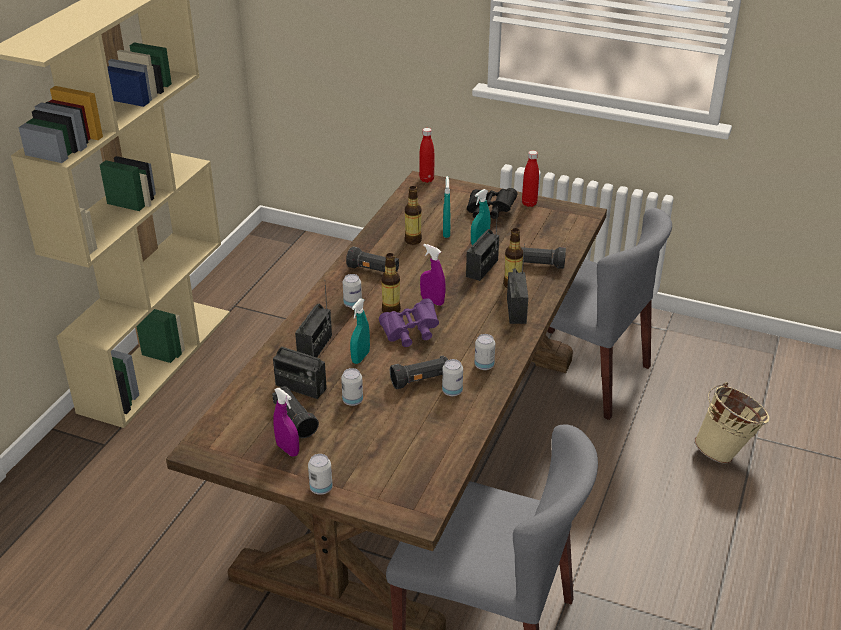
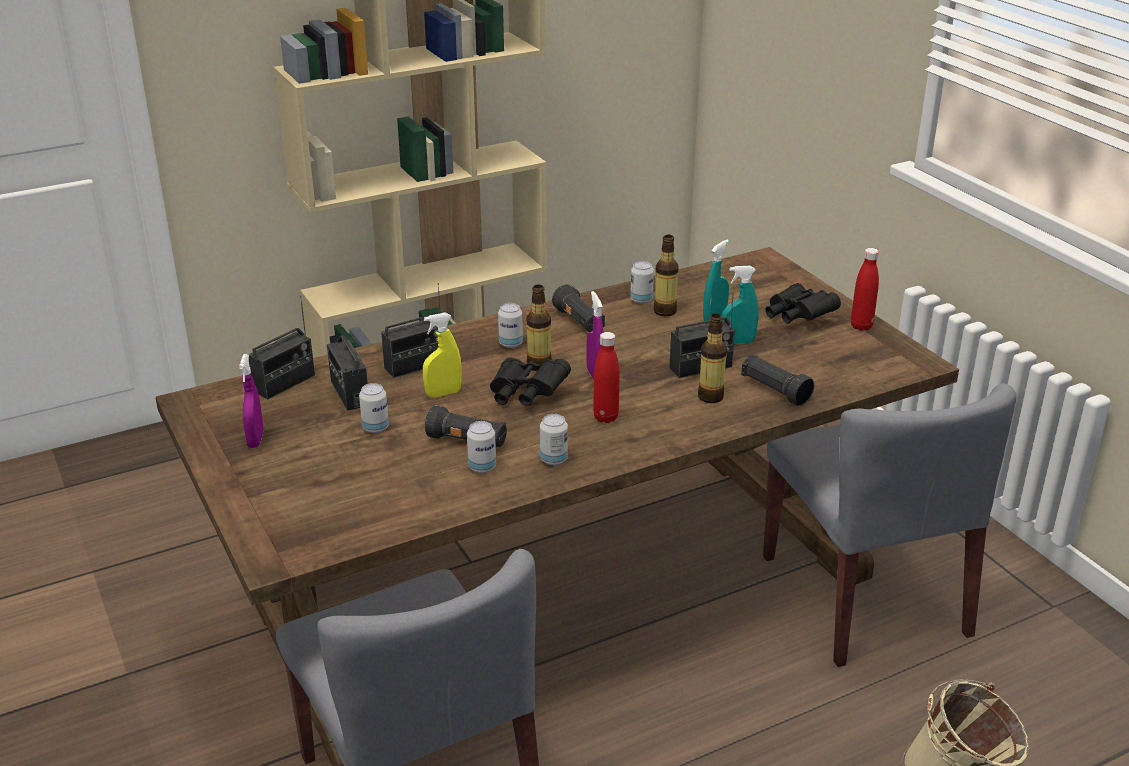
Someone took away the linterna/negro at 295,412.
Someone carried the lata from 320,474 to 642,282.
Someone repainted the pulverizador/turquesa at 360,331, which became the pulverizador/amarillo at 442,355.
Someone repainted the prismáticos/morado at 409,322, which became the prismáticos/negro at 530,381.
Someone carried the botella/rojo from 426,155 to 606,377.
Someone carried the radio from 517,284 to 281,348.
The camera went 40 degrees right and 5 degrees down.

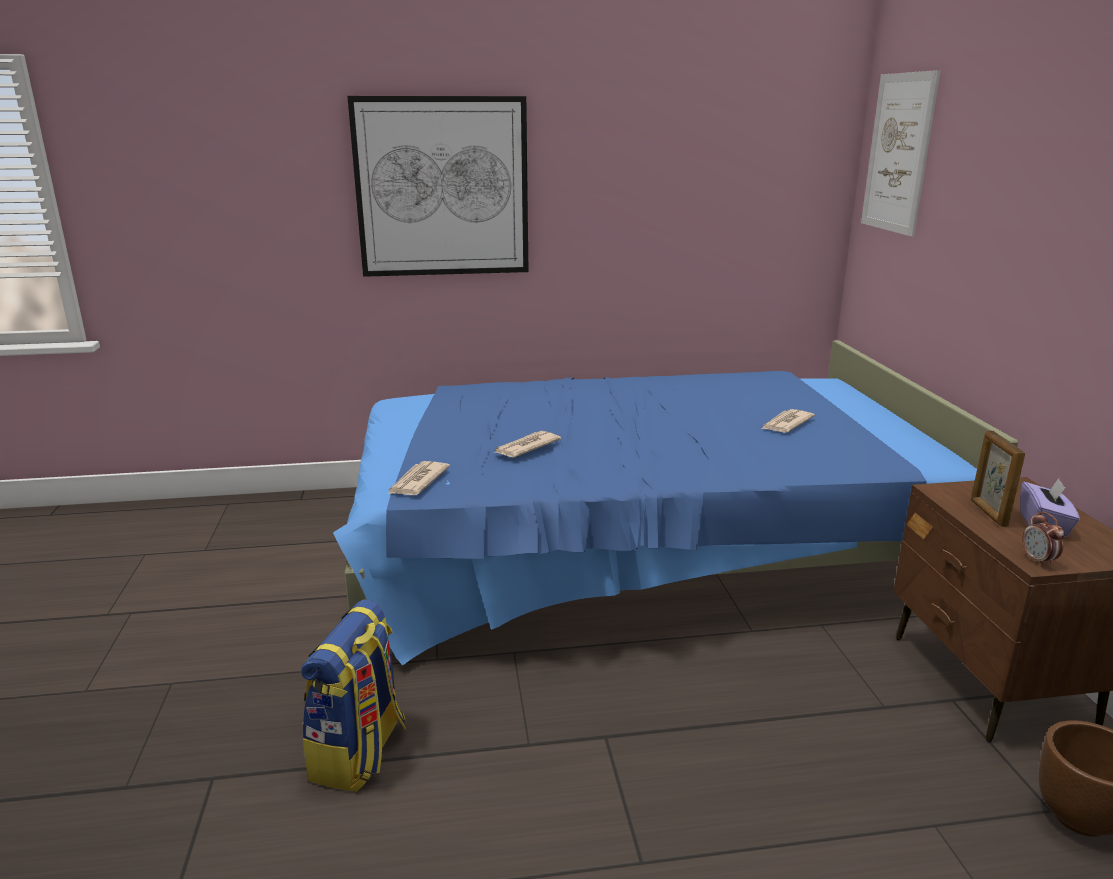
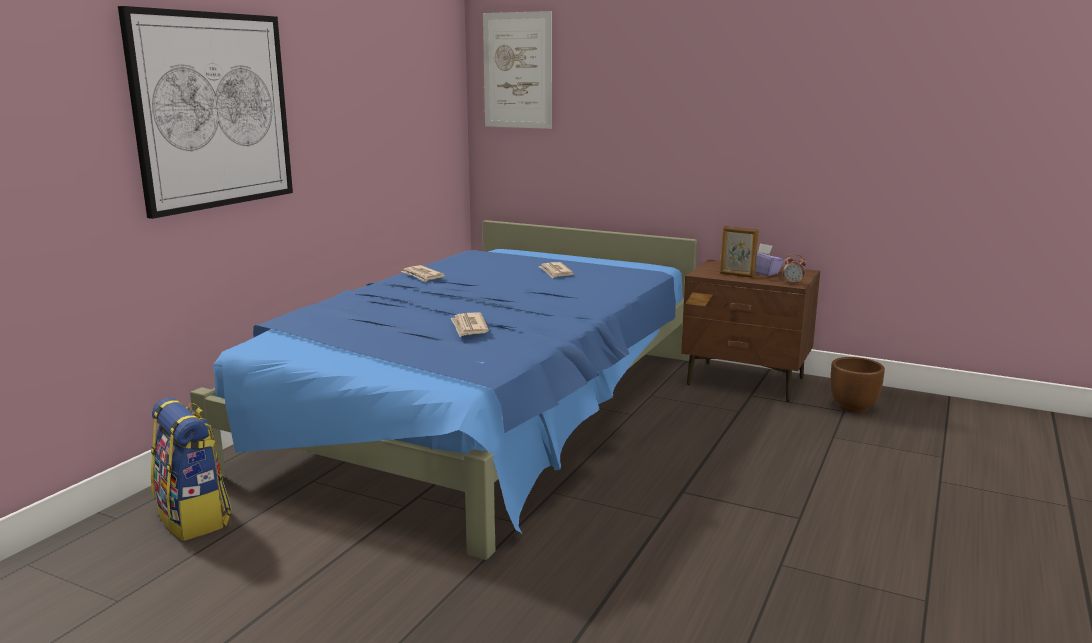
Someone carried the mochila from 353,695 to 191,469.
Someone carried the periódico from 419,478 to 423,273.
The camera went 55 degrees left and 5 degrees down.

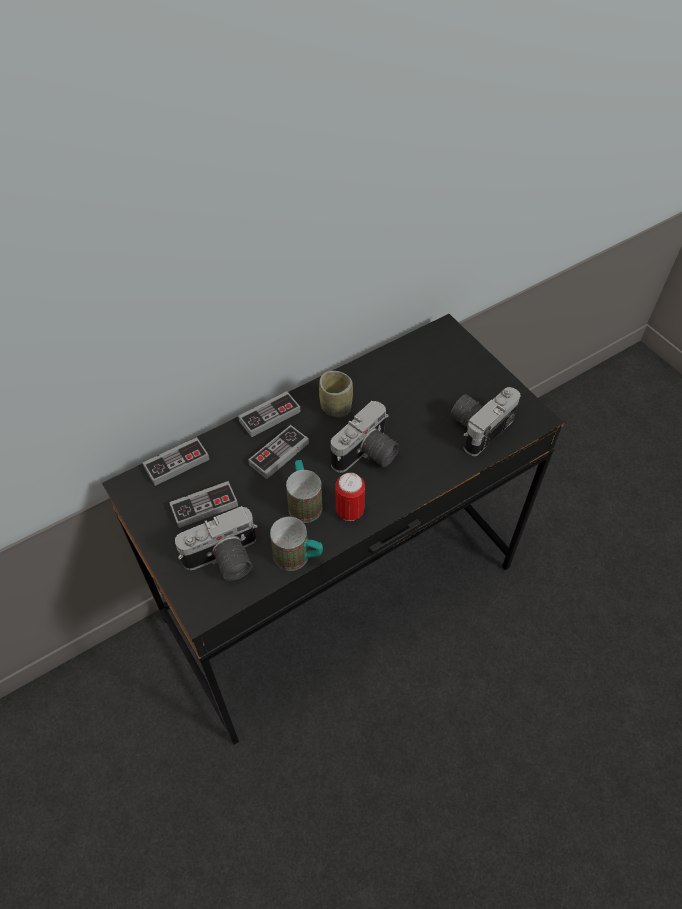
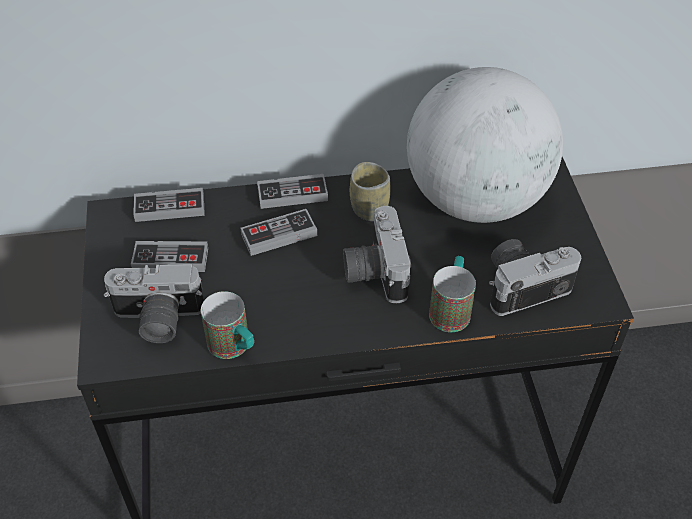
Someone carried the taza grande from 304,491 to 452,294.
Someone rotated the cámara at 365,437 by 105 degrees clockwise.
Someone took away the lata at 350,496.
Someone put down the globo terráqueo at 485,145.
The camera went 25 degrees right and 5 degrees down.

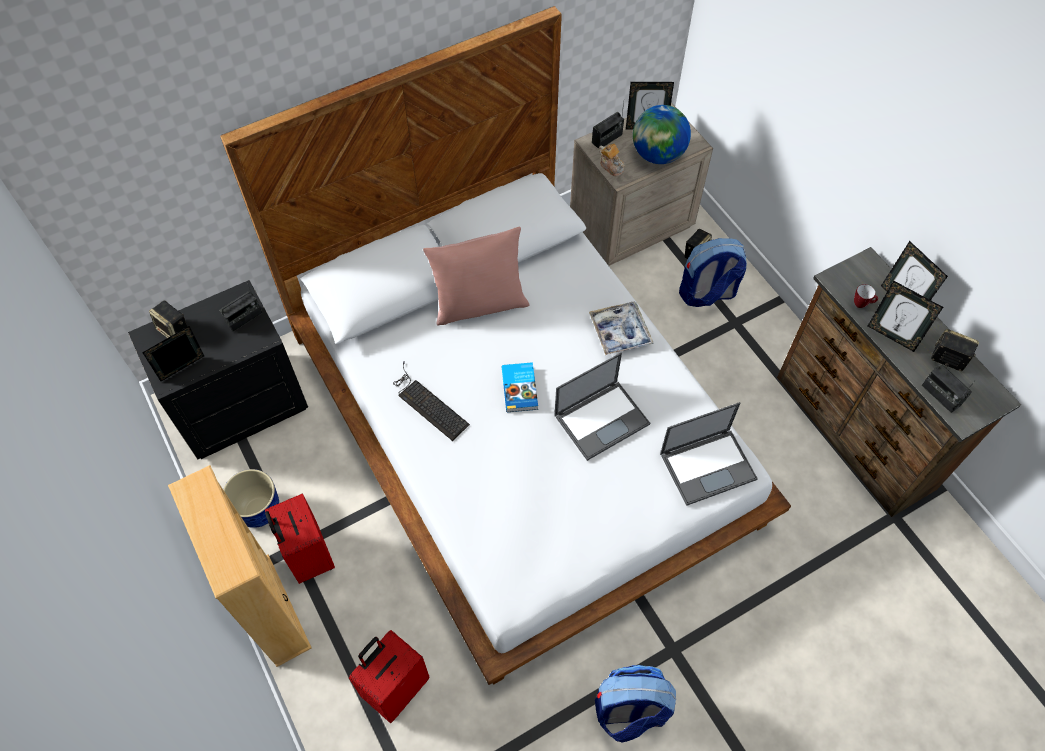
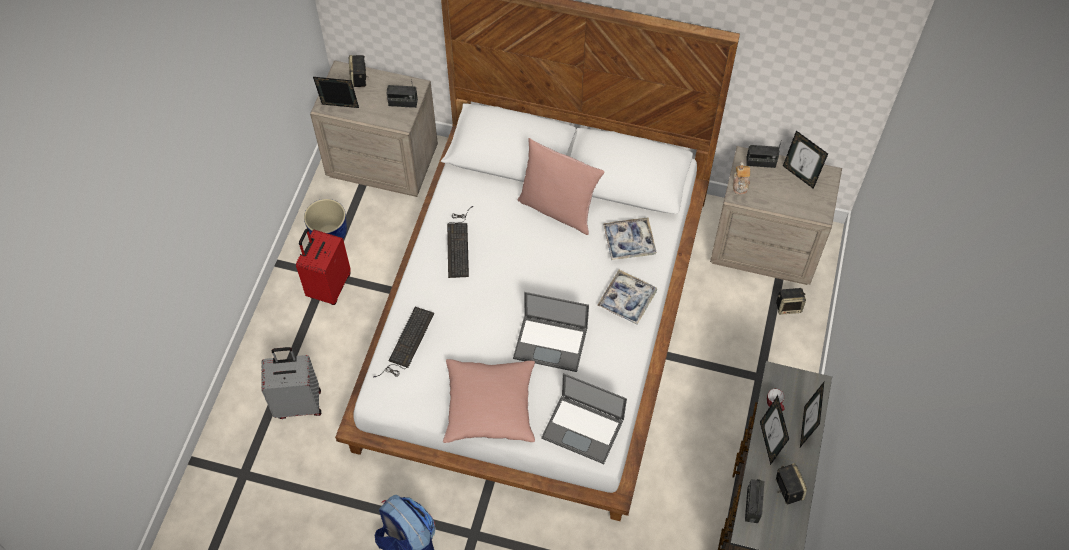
Someone repainted the mesita de noche/negro at 218,369, which became the mesita de noche/beis at 374,128.
Someone took away the estantería/beis at 240,566.
Someone repainted the maleta/rojo at 389,676, which became the maleta/gris at 291,383.
Someone took away the libro at 520,387.
Someone took away the globo terráqueo at 662,134.
Someone took away the mochila at 713,272.
Someone put down the teclado at 403,342.
Someone put down the cojín/rosa at 489,401.
Someone put down the bandeja at 630,238.
The camera went 45 degrees right and 0 degrees up.

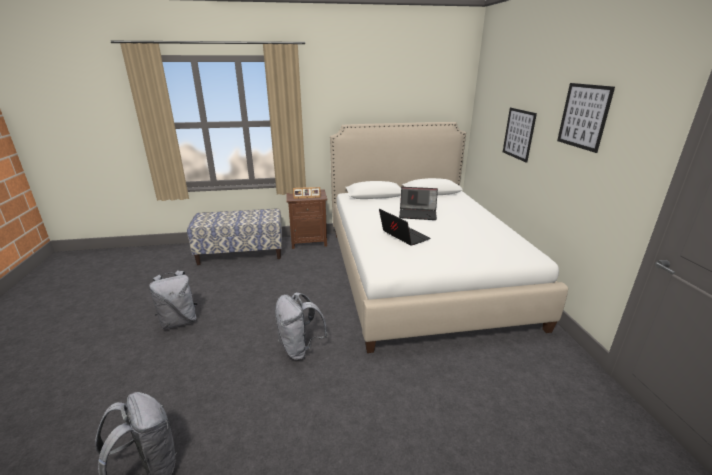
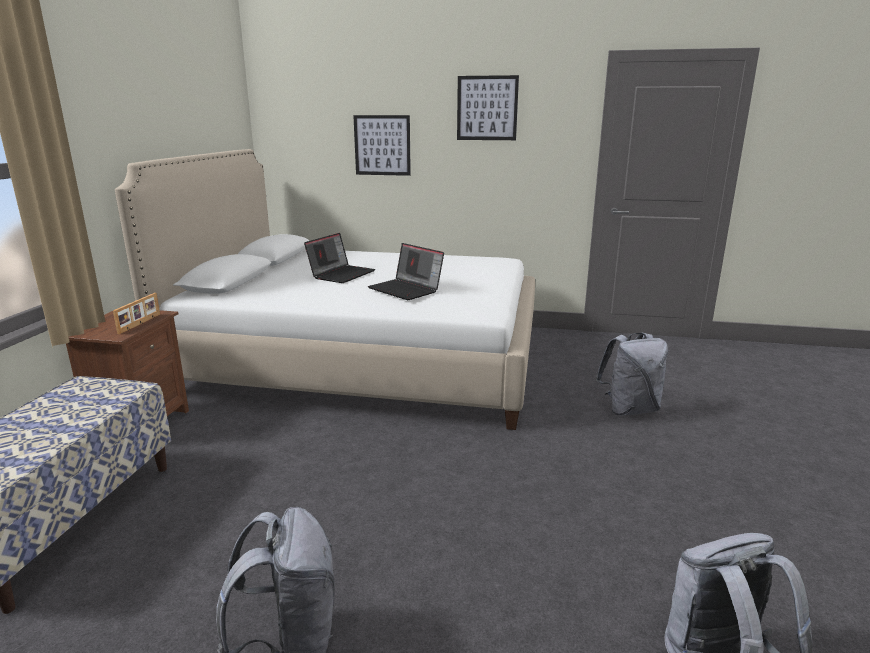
Someone carried the mochila/gris from 301,326 to 631,373.
Someone rotated the portátil at 404,227 by 120 degrees counterclockwise.
The camera went 70 degrees left and 5 degrees down.

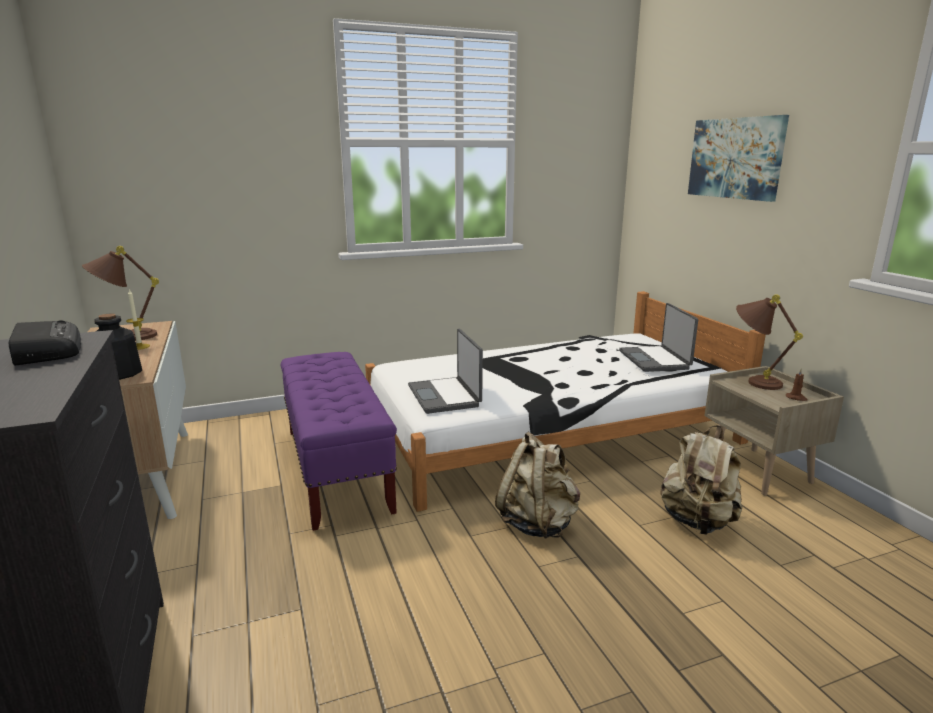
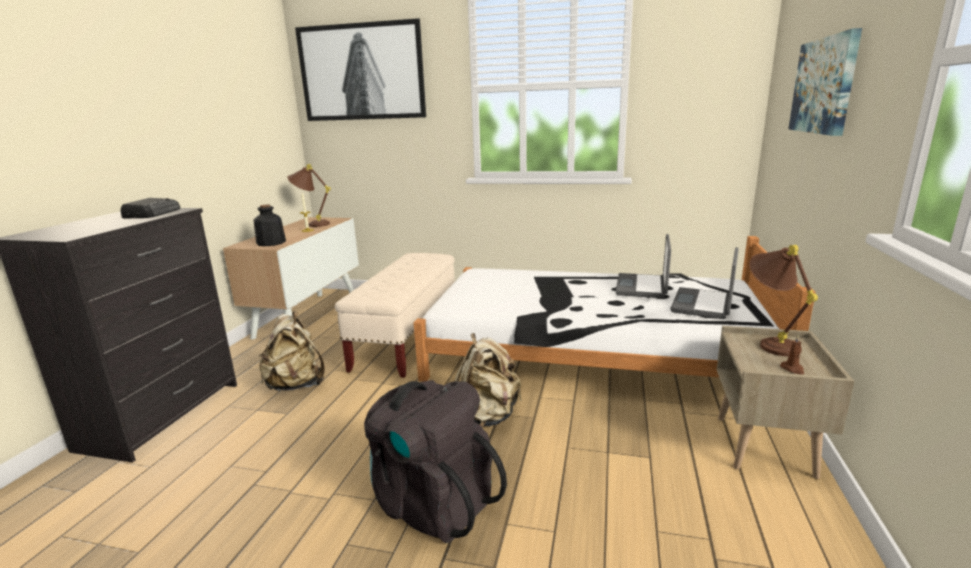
Someone repainted the banco/morado at 339,441, which became the banco/beis at 395,315.
Someone carried the portátil from 445,371 to 643,266.
Someone carried the mochila/beis from 701,480 to 292,351.
Someone put up the cuadro at 360,69.
Someone put down the mochila/negro at 435,461.
The camera went 35 degrees right and 0 degrees up.

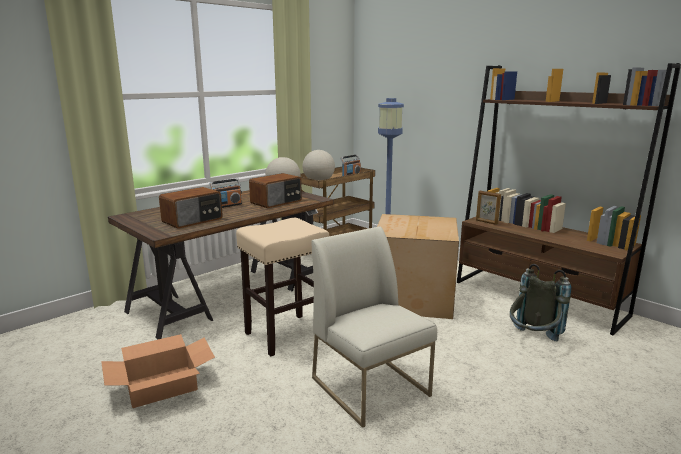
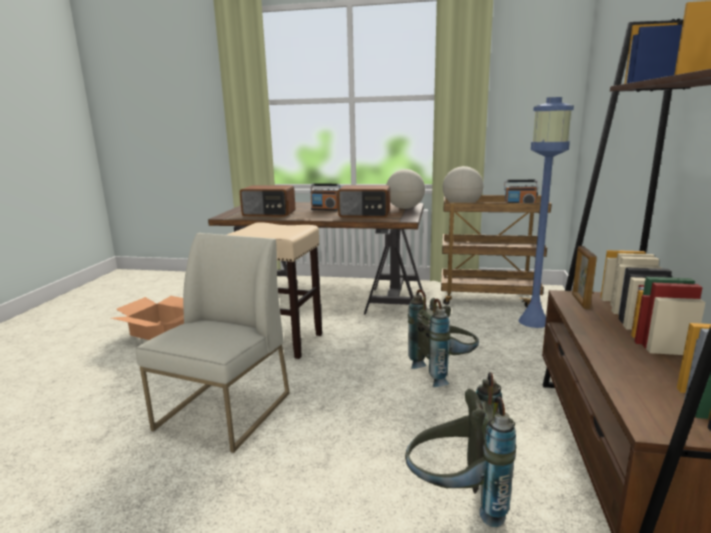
Someone swapped the caja de cartón at 418,266 for the mochila/gris at 443,338.
The camera went 55 degrees right and 0 degrees up.

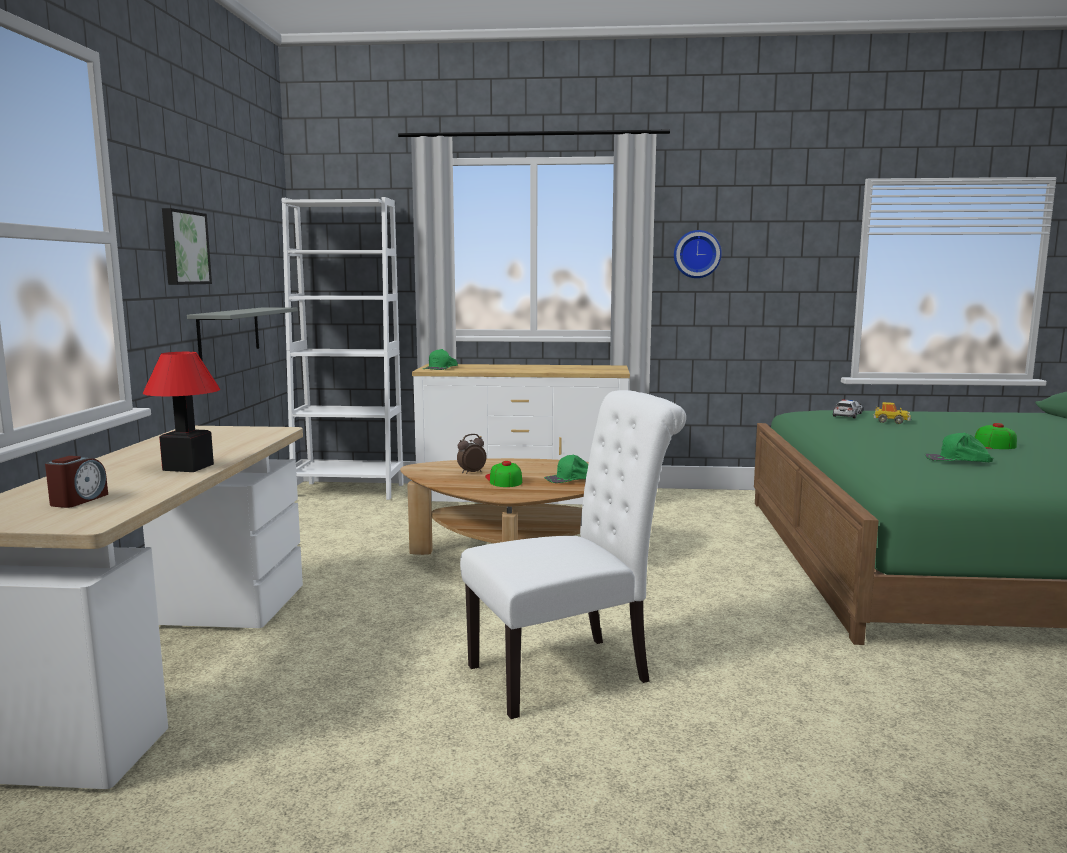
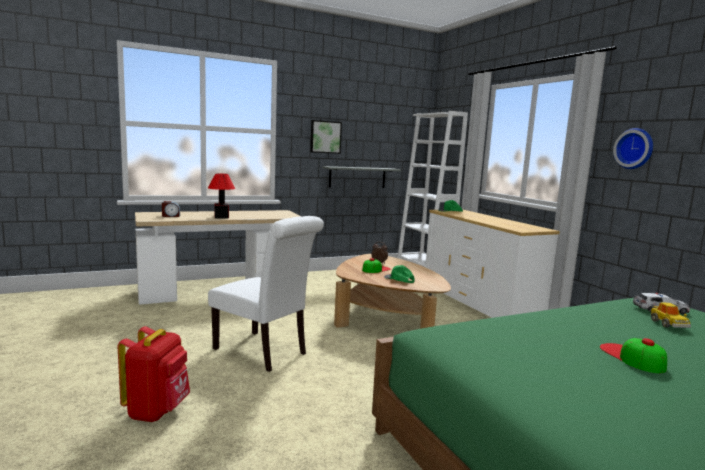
Someone took away the gorra/verde at 959,448.
Someone put down the mochila/rojo at 154,374.
The camera went 60 degrees right and 0 degrees up.

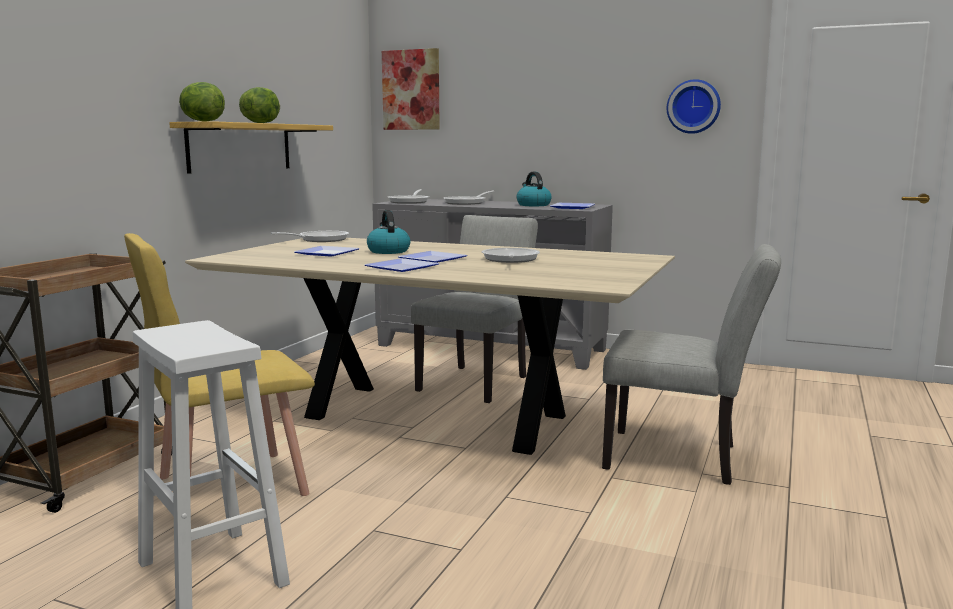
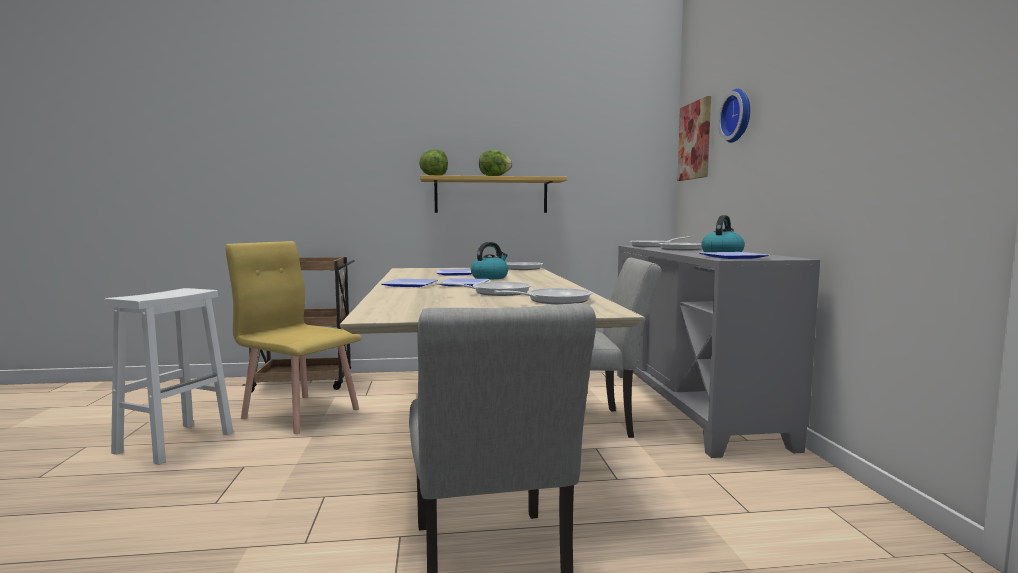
Someone carried the reloj de pared from 694,106 to 734,116.
Someone put down the sartén at 543,296.
The camera went 60 degrees right and 5 degrees down.

